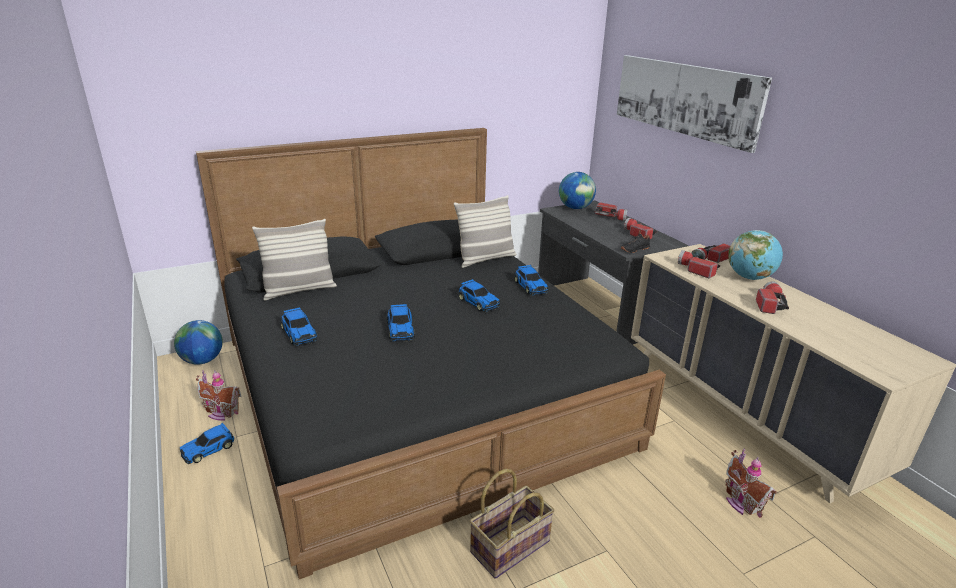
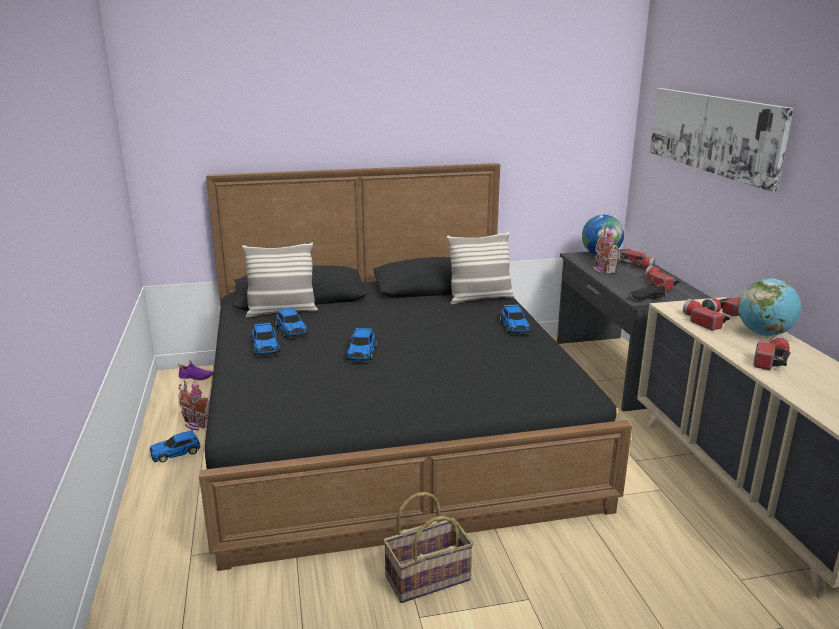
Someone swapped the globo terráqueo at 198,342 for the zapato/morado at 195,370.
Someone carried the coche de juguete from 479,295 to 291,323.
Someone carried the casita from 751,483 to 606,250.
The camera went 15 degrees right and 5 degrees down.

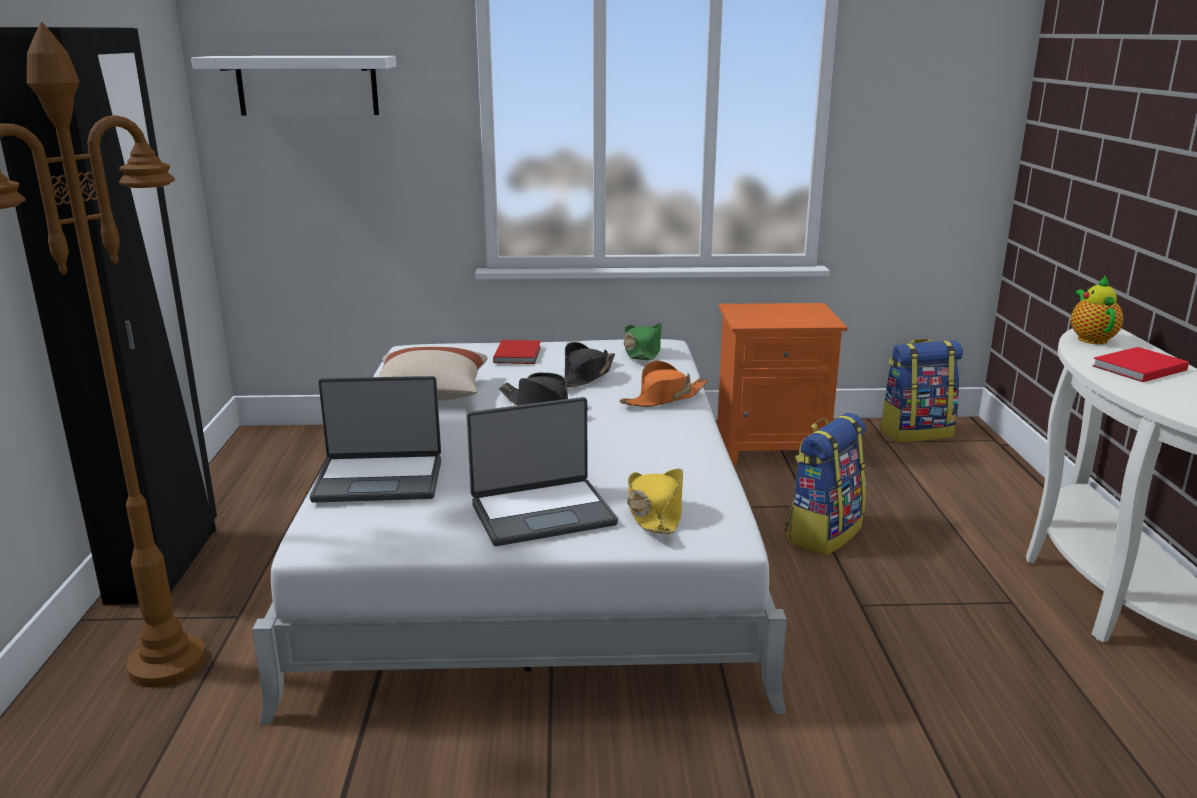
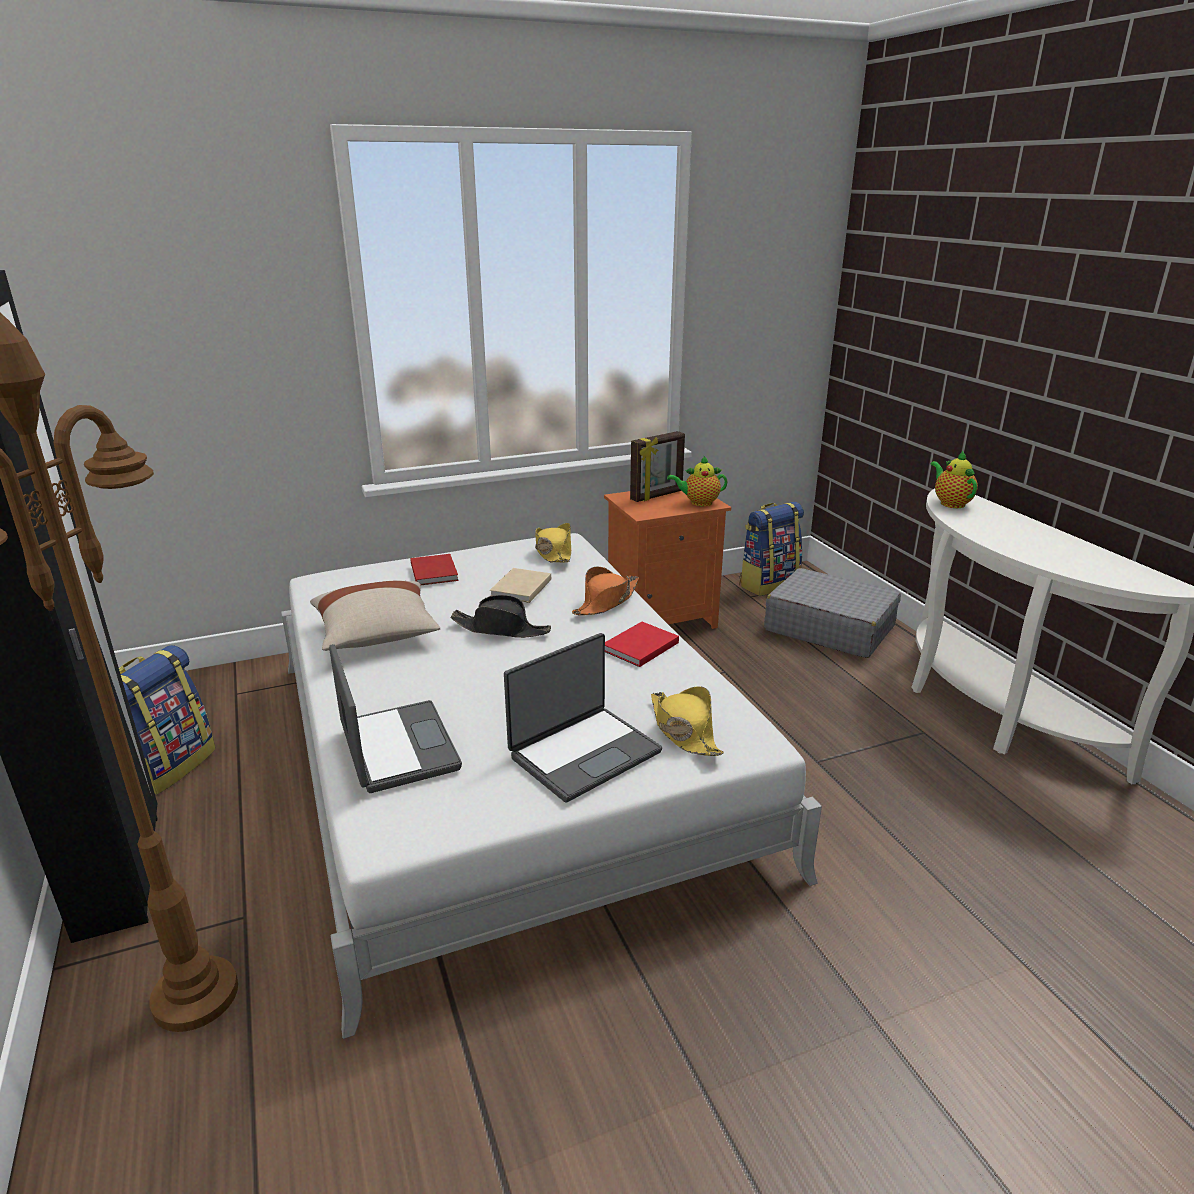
Someone took away the estante/blanco at 293,85.
Someone rotated the portátil at 375,439 by 90 degrees counterclockwise.
Someone swapped the sombrero/negro at 589,364 for the libro/beis at 520,585.
Someone repainted the sombrero/verde at 643,341, which became the sombrero/amarillo at 553,542.
Someone carried the mochila from 825,484 to 167,719.
Someone carried the libro/rojo from 1140,364 to 642,644.
Someone put down the portarretratos at 657,466.
Someone put down the tetera at 697,480.
Someone put down the maleta/gris at 832,613.
The camera went 20 degrees left and 5 degrees up.

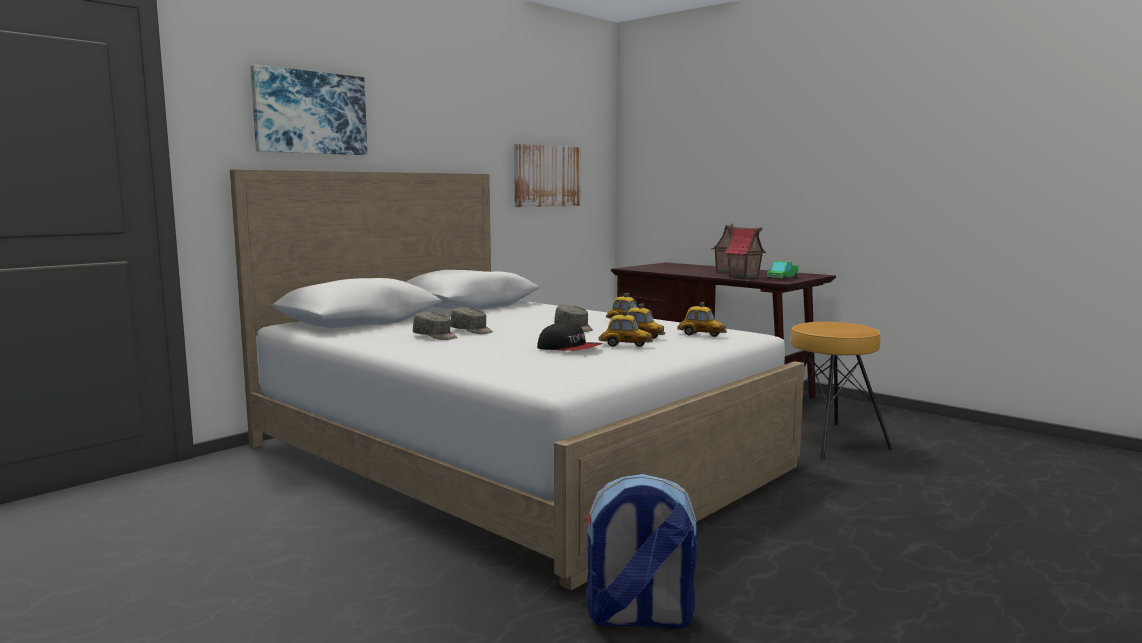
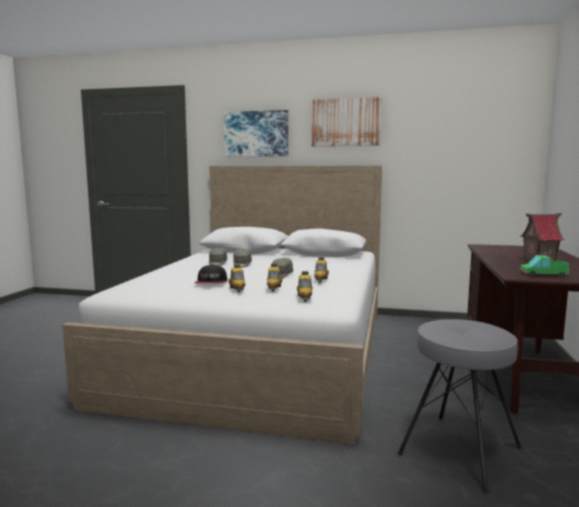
Someone carried the cuadro from 547,175 to 347,121.
Someone took away the mochila at 640,551.
Someone took away the casita at 745,252.
Someone repainted the taburete/marrón at 842,390, which became the taburete/gris at 459,406.
The camera went 60 degrees right and 0 degrees up.

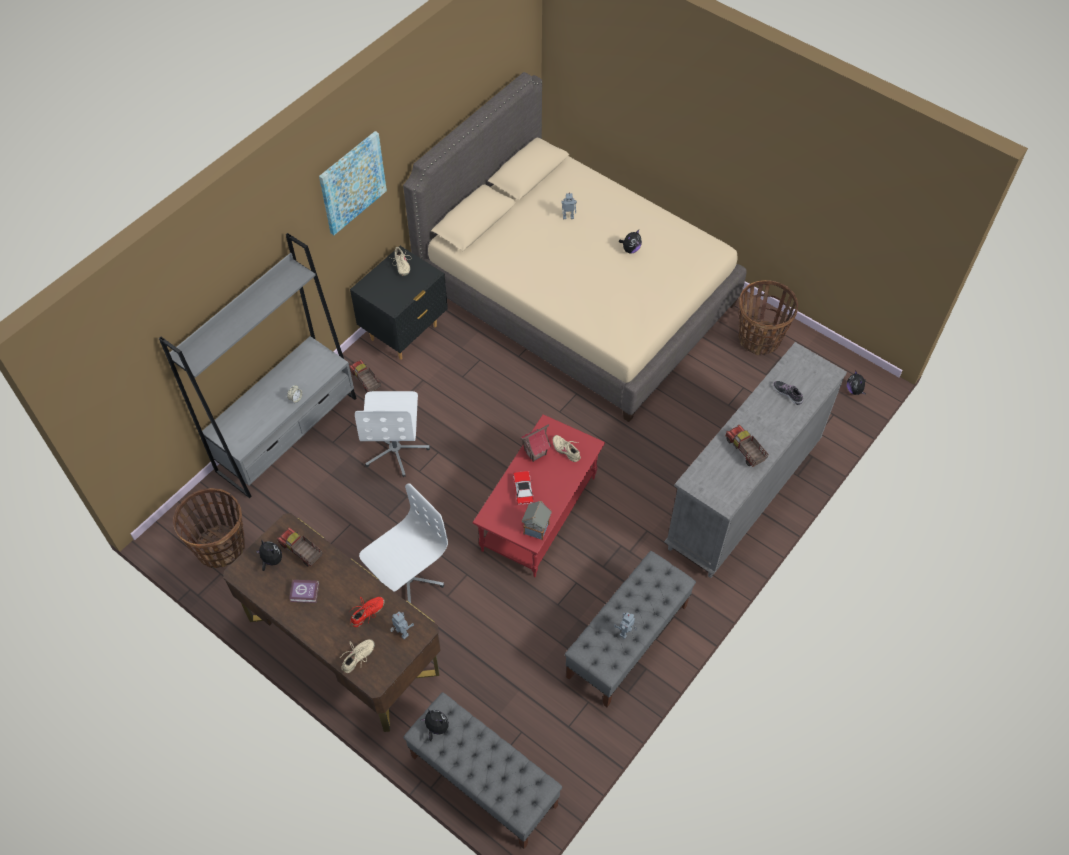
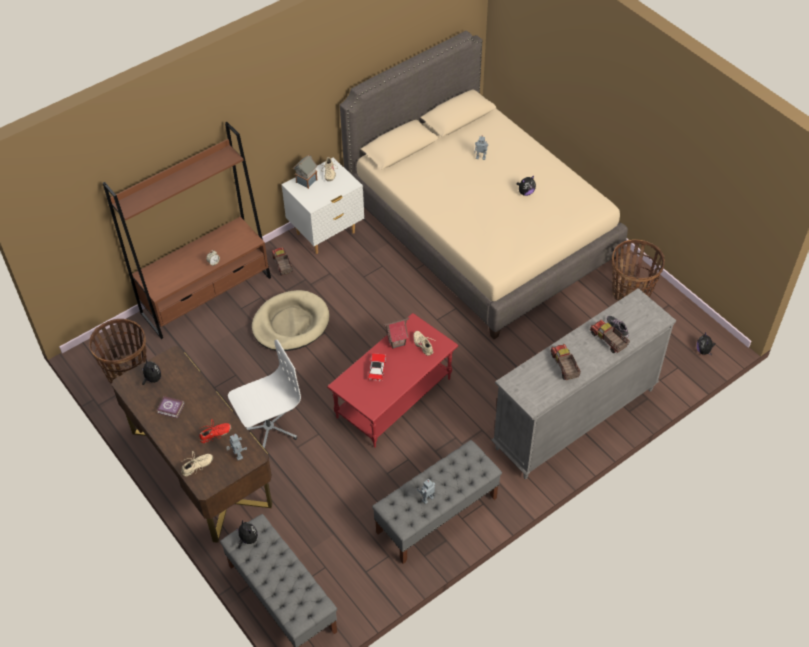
Someone repainted the estantería/gris at 258,365, which became the estantería/marrón at 187,230.
Someone carried the camión de juguete from 300,547 to 610,336.
Someone took away the cuadro at 353,183.
Someone repainted the mesita de noche/negro at 399,303, which became the mesita de noche/blanco at 323,206.
Someone swapped the silla de oficina/blanco at 392,434 for the cama para perro/beis at 290,320.
Someone carried the casita from 537,520 to 305,172.
The camera went 15 degrees right and 5 degrees down.

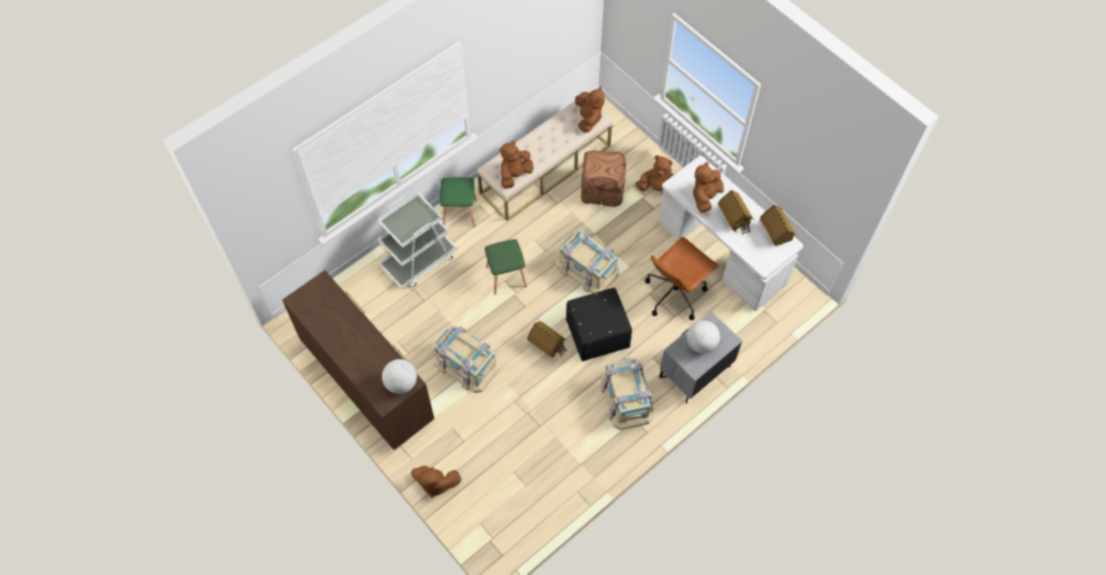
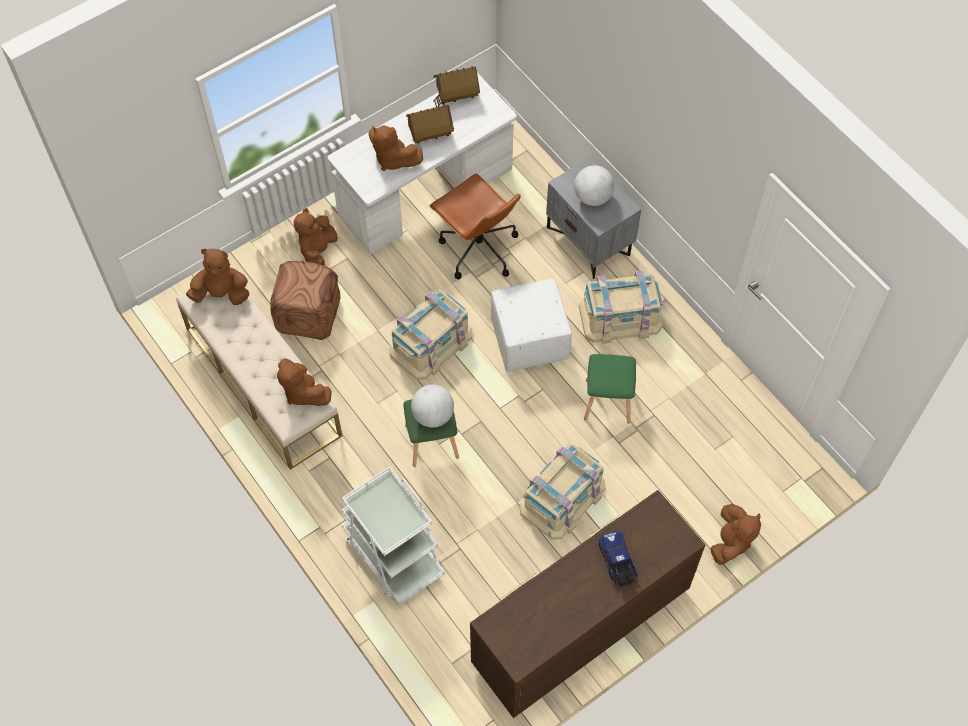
Someone carried the globo terráqueo from 399,376 to 432,406.
Someone carried the taburete/verde from 458,202 to 610,388.
Someone took away the casita at 547,339.
Someone repainted the puf/negro at 599,324, which became the puf/blanco at 531,325.
Someone put down the camión de juguete at 618,559.
The camera went 85 degrees left and 0 degrees up.

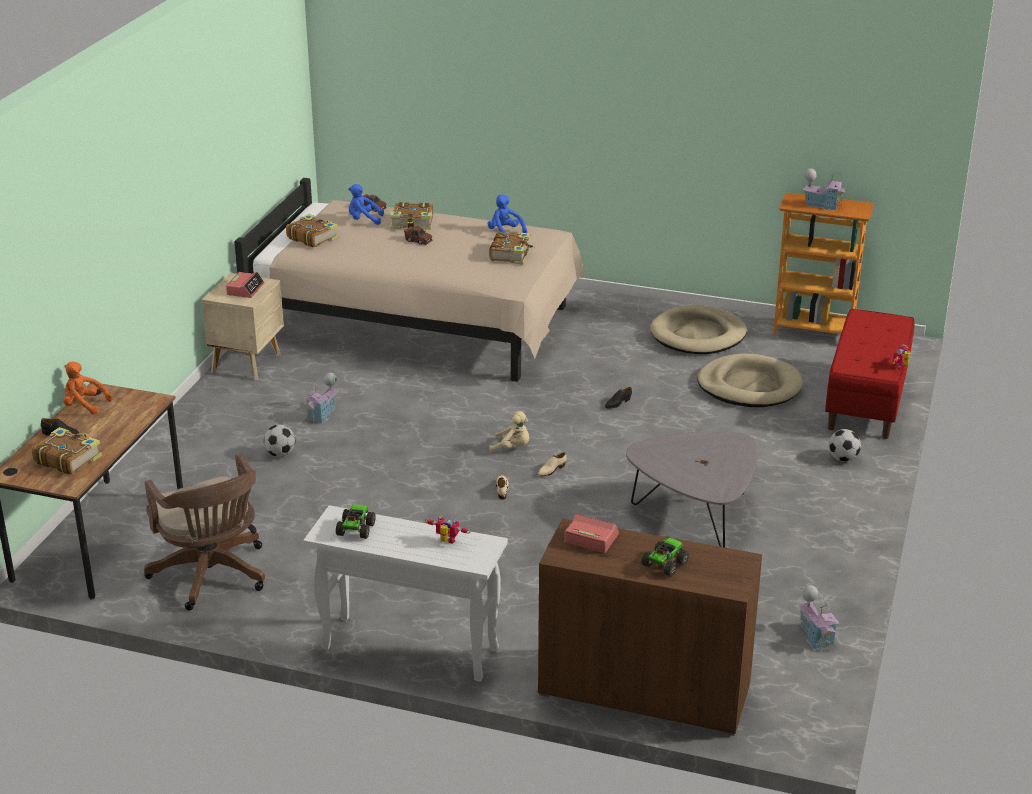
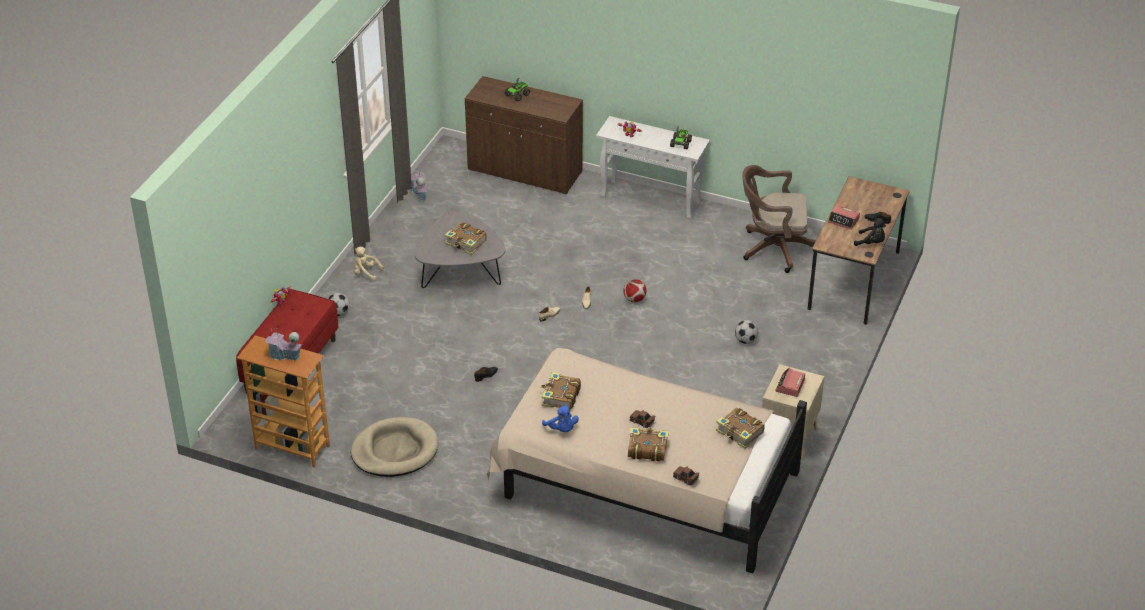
Someone carried the libro from 67,450 to 466,238.
Someone repainted the peluche/naranja at 87,388, which became the peluche/negro at 870,232.
Someone rotated the silla de oficina/marrón at 204,531 by 60 degrees counterclockwise.
Someone took away the casita at 322,398.
Someone took away the peluche/azul at 366,204.
Someone carried the peluche/beis from 509,432 to 369,264.
Someone carried the despertador from 592,533 to 844,217.
Someone took away the cama para perro/beis at 750,380.
Someone put down the balón de fútbol at 635,290.
The camera went 175 degrees left and 10 degrees up.

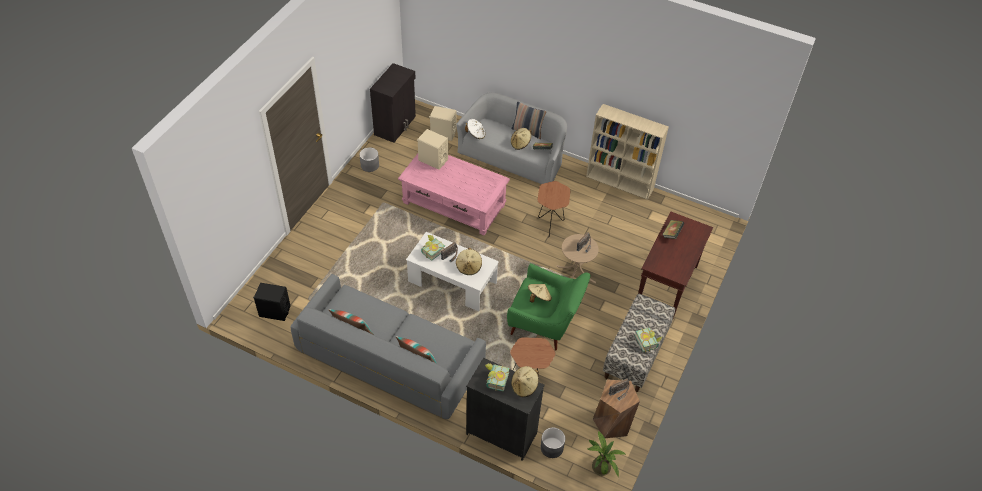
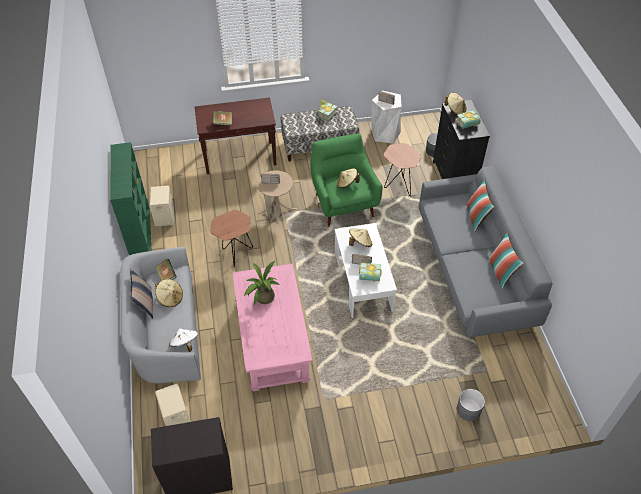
Someone took away the altavoz/negro at 271,302.
Someone carried the maceta/gris from 369,159 to 471,405.
Someone carried the altavoz/beis from 432,149 to 162,206.
Someone repainted the estantería/beis at 627,152, which became the estantería/verde at 130,198.
Someone carried the planta en maceta from 607,454 to 261,283.
Someone repainted the taburete/marrón at 616,409, which became the taburete/blanco at 386,117.
The camera went 125 degrees left and 0 degrees up.

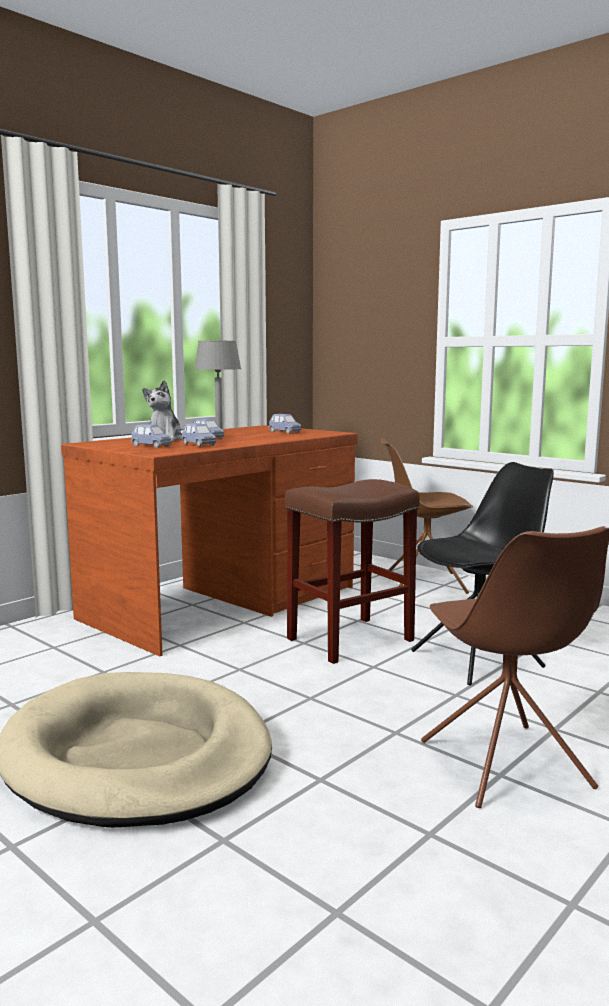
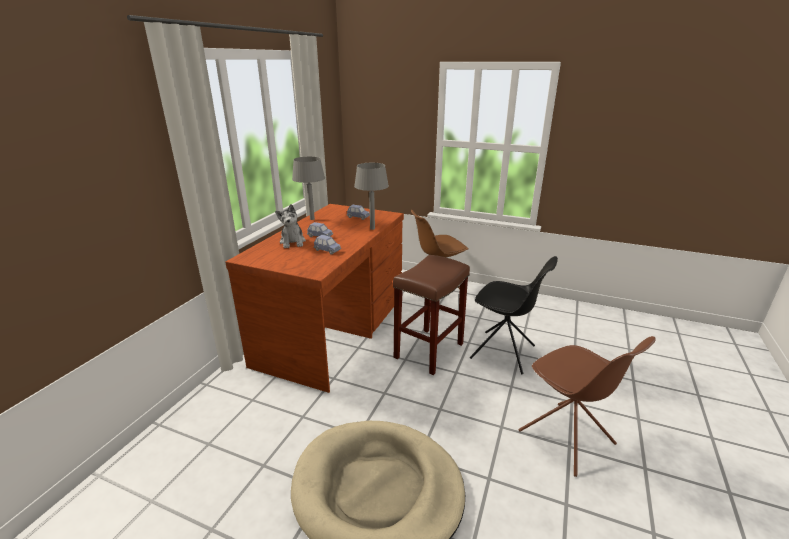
Someone took away the coche de juguete/azul at 151,436.
Someone rotated the silla/negro at 482,573 by 75 degrees clockwise.
Someone put down the lámpara de mesa/gris at 371,196.
The camera went 20 degrees left and 15 degrees up.

